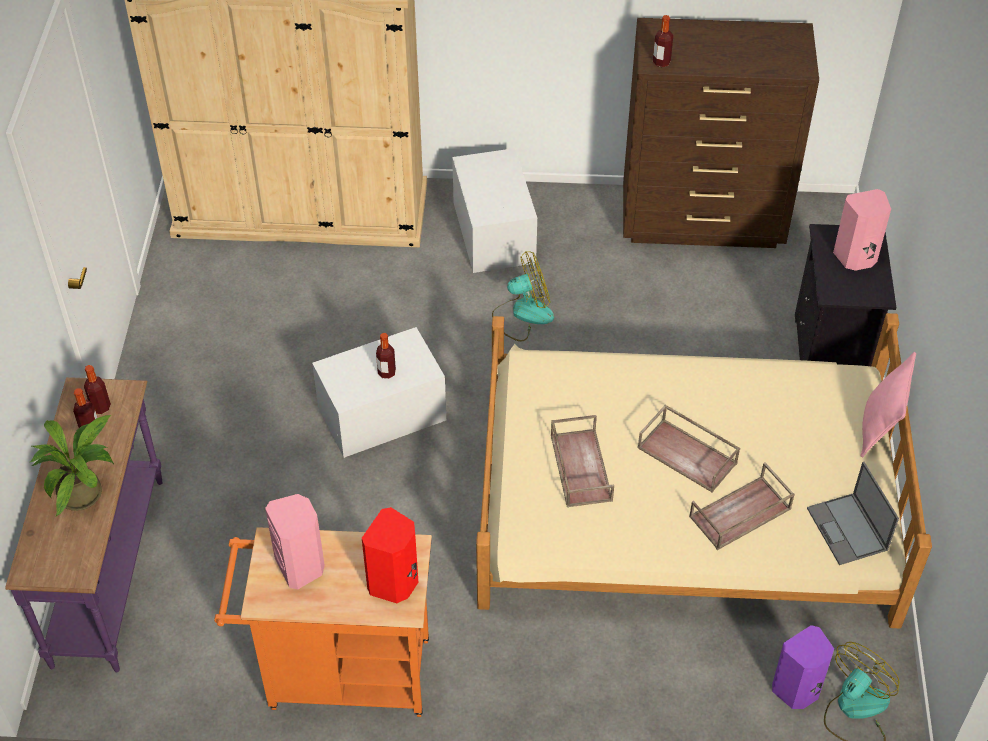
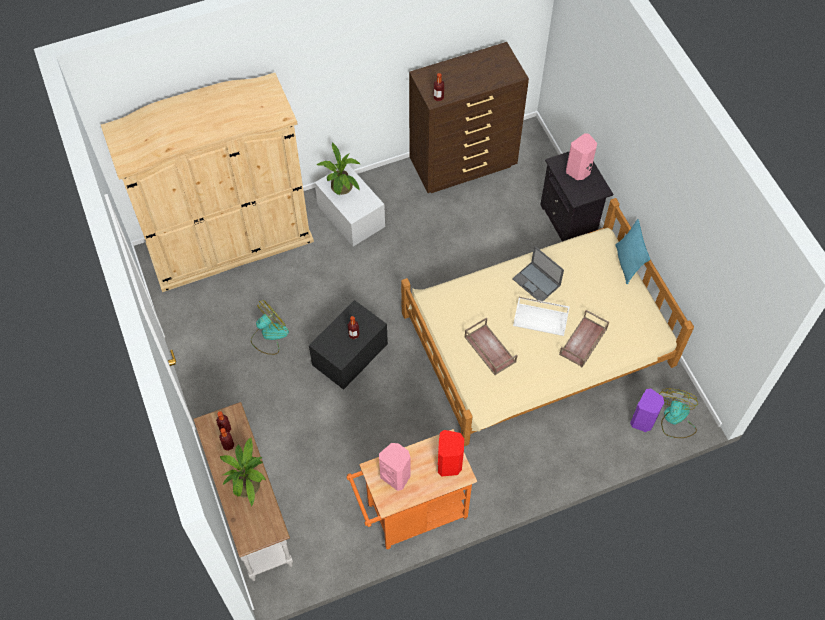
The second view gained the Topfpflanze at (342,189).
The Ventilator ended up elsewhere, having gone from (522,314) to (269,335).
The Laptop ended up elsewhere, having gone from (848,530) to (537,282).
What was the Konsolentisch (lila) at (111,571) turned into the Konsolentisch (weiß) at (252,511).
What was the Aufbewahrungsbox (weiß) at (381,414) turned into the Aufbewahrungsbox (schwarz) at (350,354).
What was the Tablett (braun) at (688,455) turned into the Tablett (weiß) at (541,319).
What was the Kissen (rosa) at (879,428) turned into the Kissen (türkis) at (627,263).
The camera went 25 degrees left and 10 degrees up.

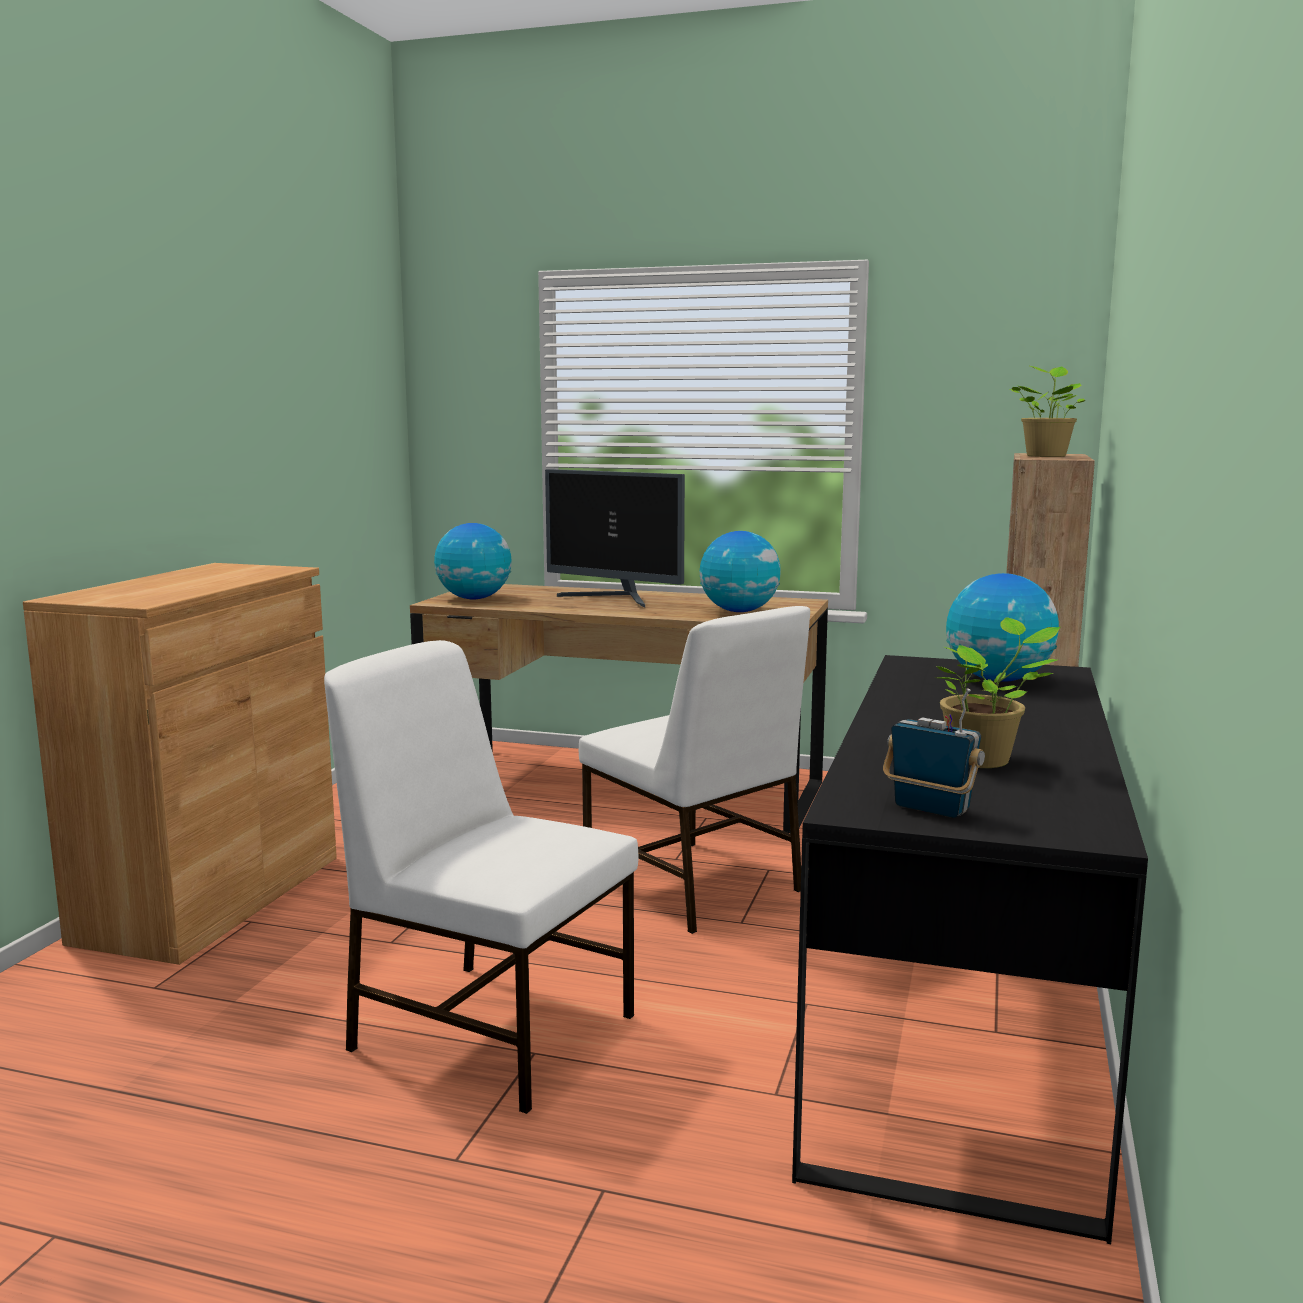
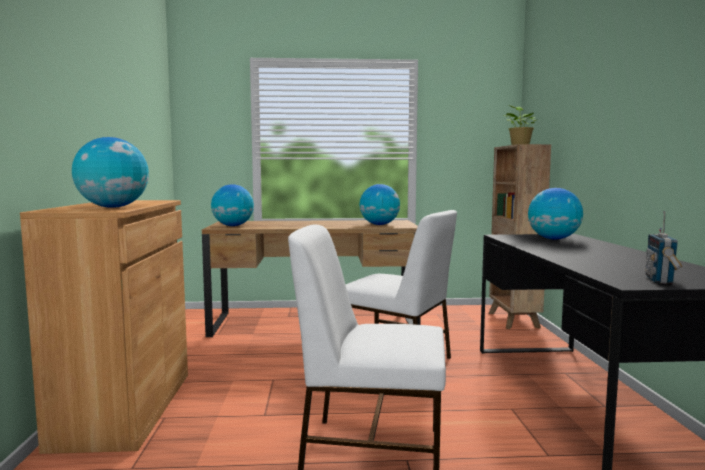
The second view lost the Monitor at (616,599).
The second view lost the Topfpflanze at (984,760).
The second view gained the Globus at (113,207).
The Radio at (931,809) ended up facing another way, 90 degrees counterclockwise from before.
The camera went 20 degrees left and 5 degrees down.

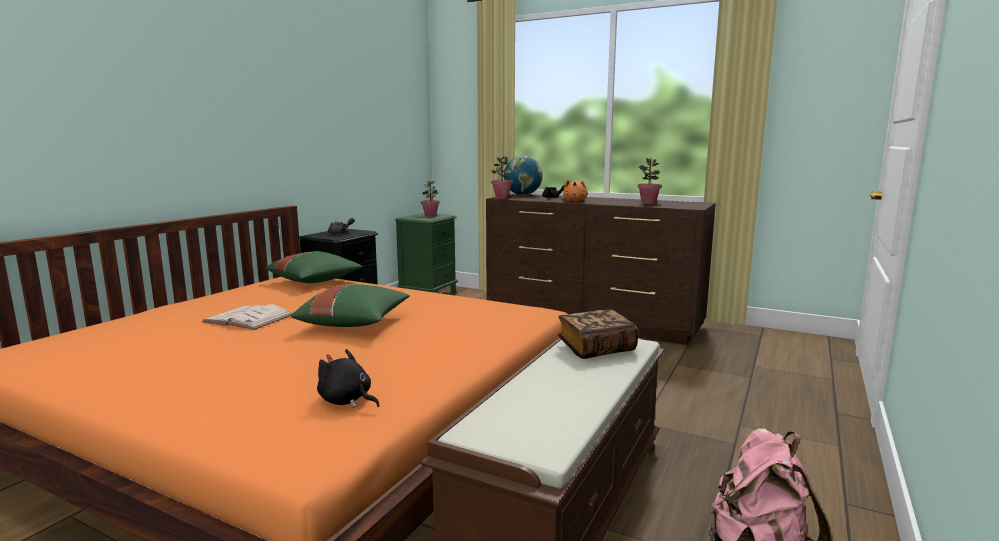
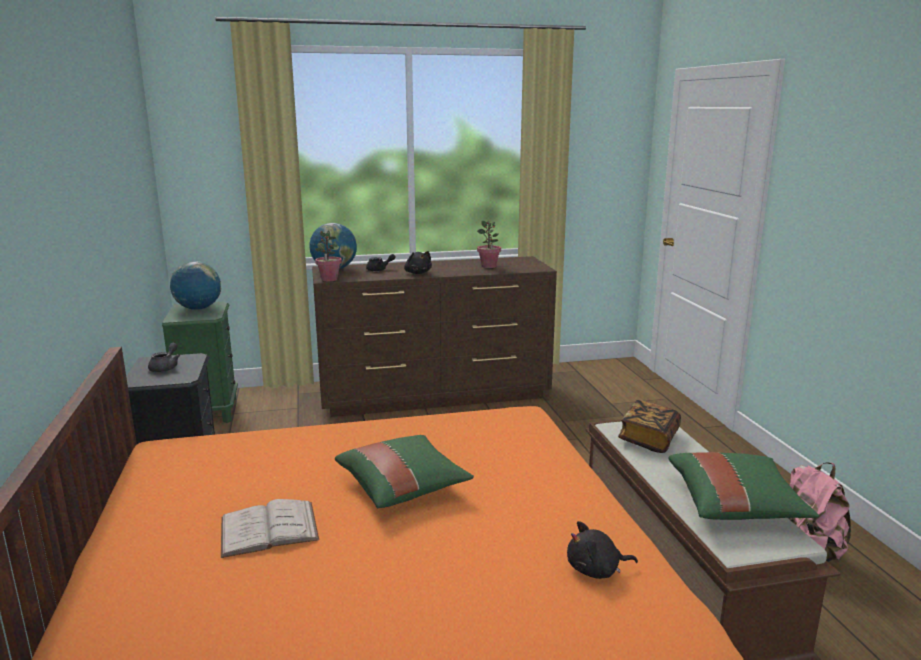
The Kissen (grün) ended up elsewhere, having gone from (315,281) to (735,505).
Where the Topfpflanze stood at (430,215), the Globus came to stand at (198,309).
What was the Plüschtier (orange) at (575,201) turned into the Plüschtier (schwarz) at (417,273).
The camera went 40 degrees left and 5 degrees up.

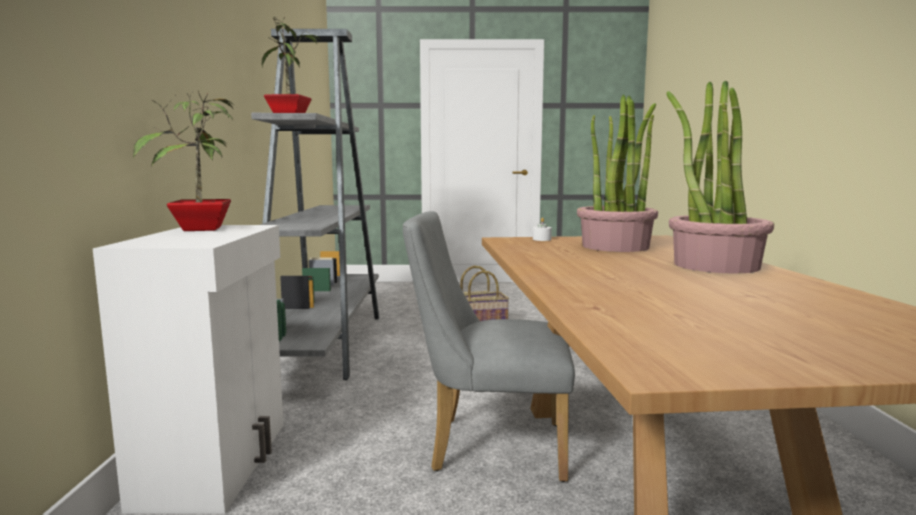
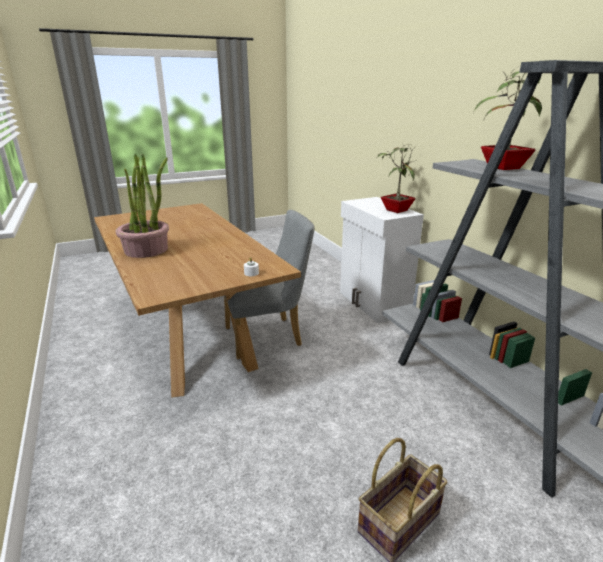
The second view lost the Topfpflanze at (615,246).
The camera went 155 degrees right and 15 degrees up.

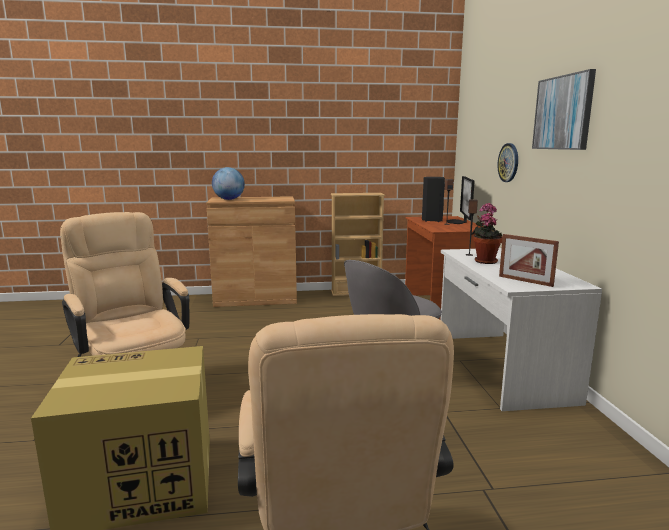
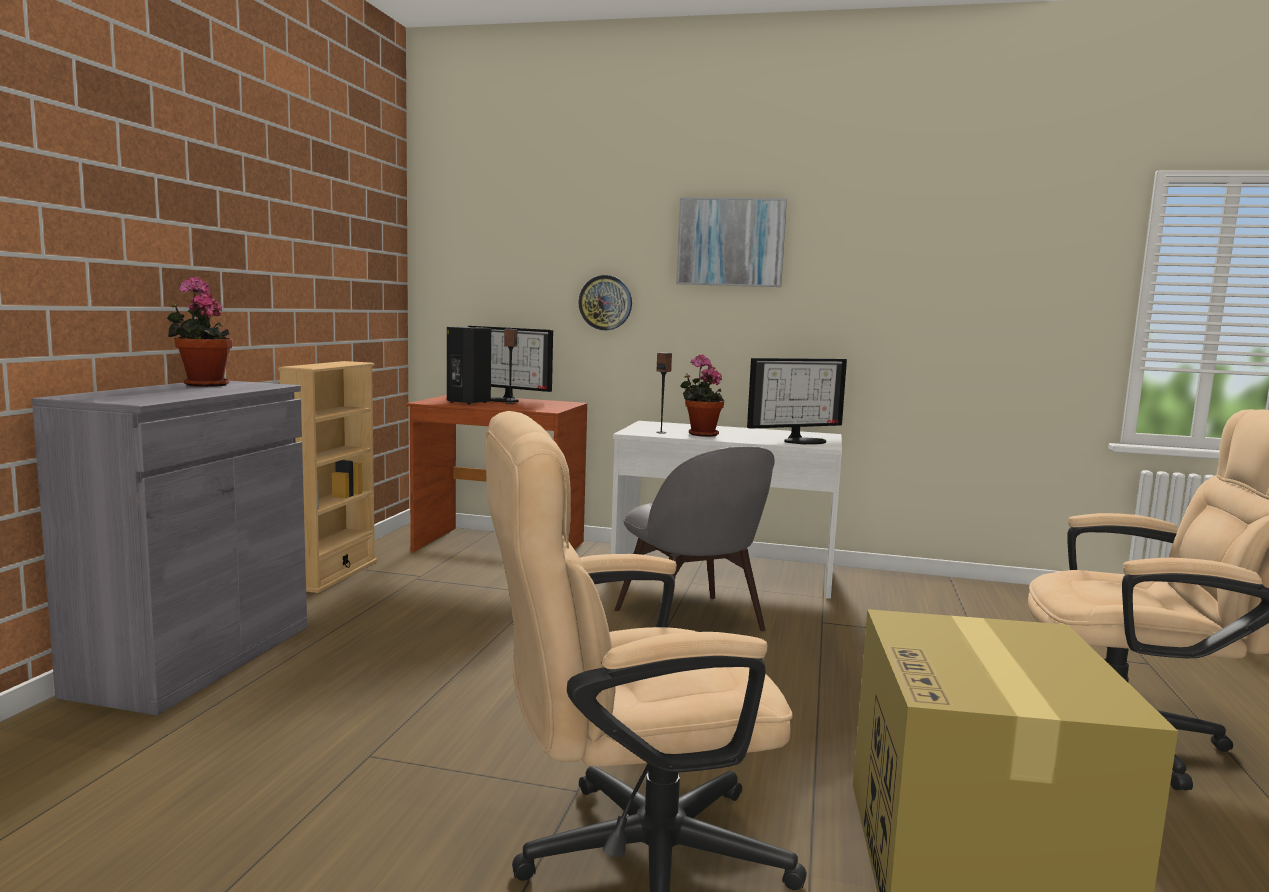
The second view lost the Globus at (229,199).
The second view gained the Topfpflanze at (202,384).
Where the Bilderrahmen stood at (525,281), the Monitor came to stand at (802,440).
What was the Schrank (braun) at (256,299) turned into the Schrank (grau) at (194,659).
The camera went 70 degrees left and 5 degrees down.

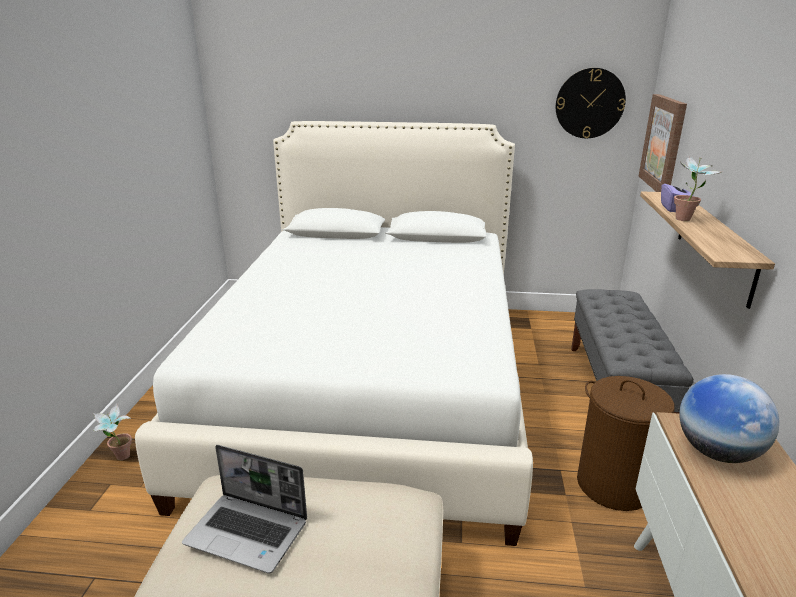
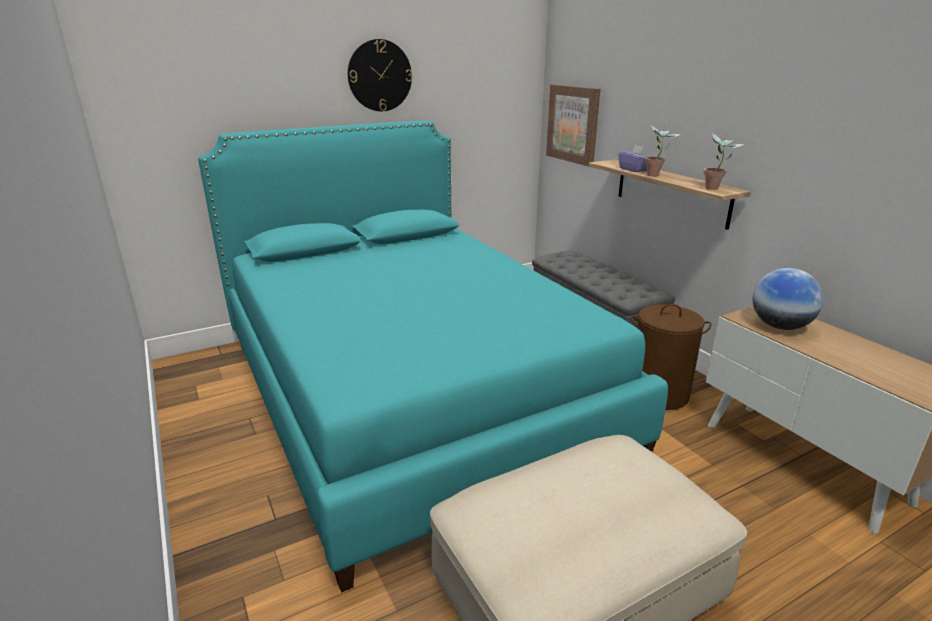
The second view lost the Laptop at (248,533).
The Topfpflanze ended up elsewhere, having gone from (120,459) to (715,189).
The Wanduhr ended up elsewhere, having gone from (589,103) to (379,75).
What was the Bett (weiß) at (372,386) turned into the Bett (türkis) at (412,393).
The camera went 35 degrees left and 0 degrees up.

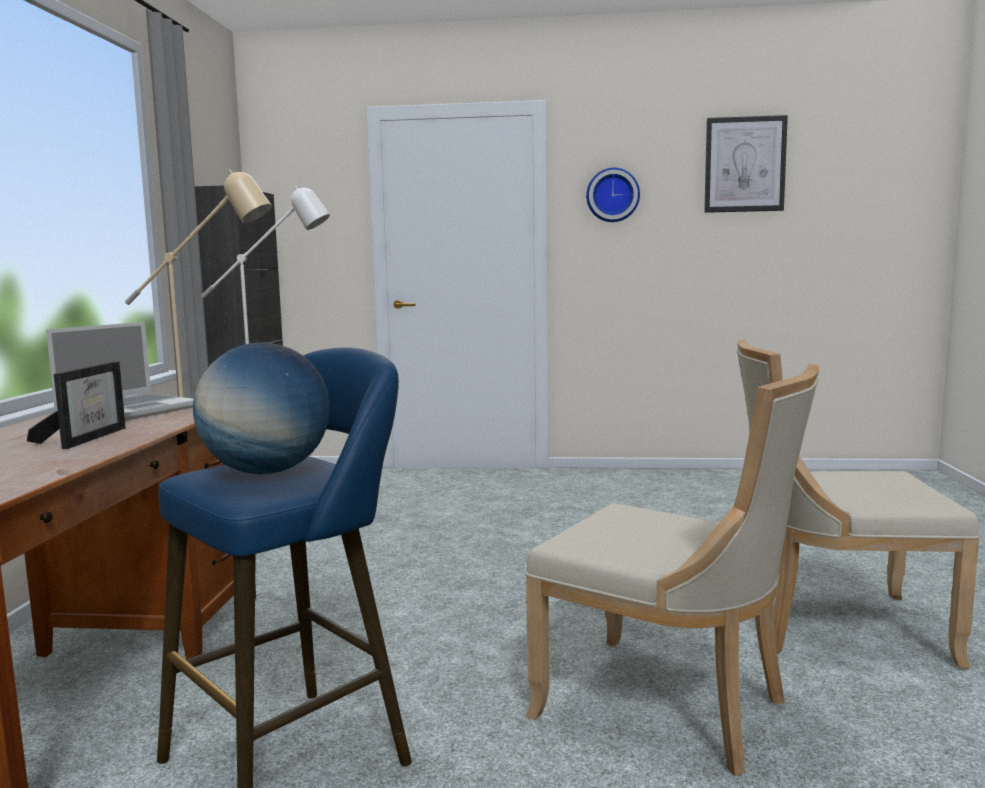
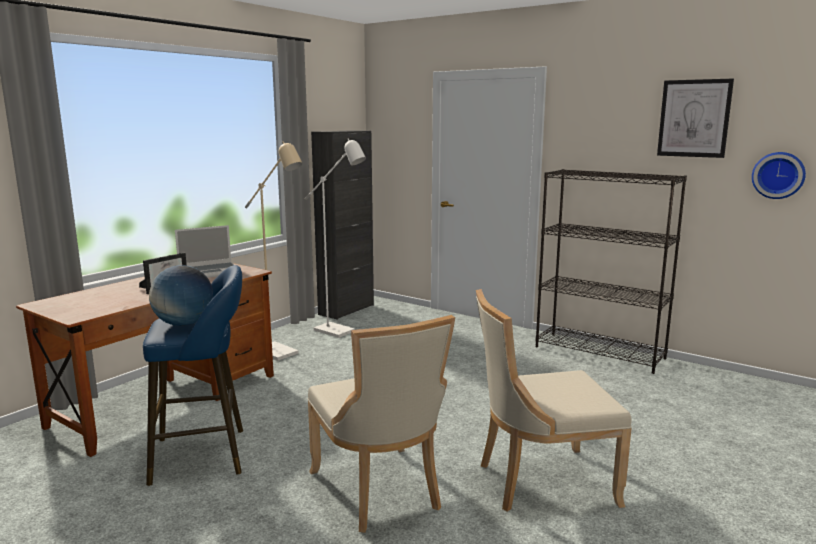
The second view gained the Bücherregal (schwarz) at (600,352).
The Wanduhr ended up elsewhere, having gone from (612,195) to (778,175).
The Stuhl (beige) at (833,627) ended up facing another way, 45 degrees counterclockwise from before.
The camera went 30 degrees right and 5 degrees up.

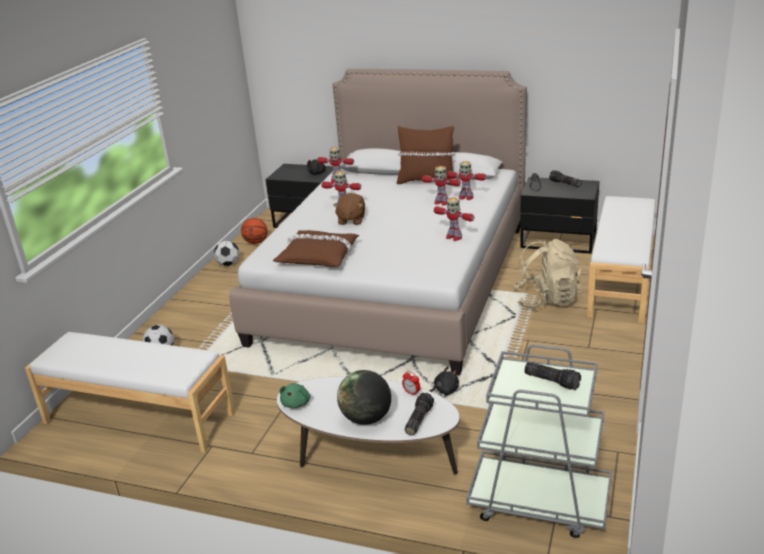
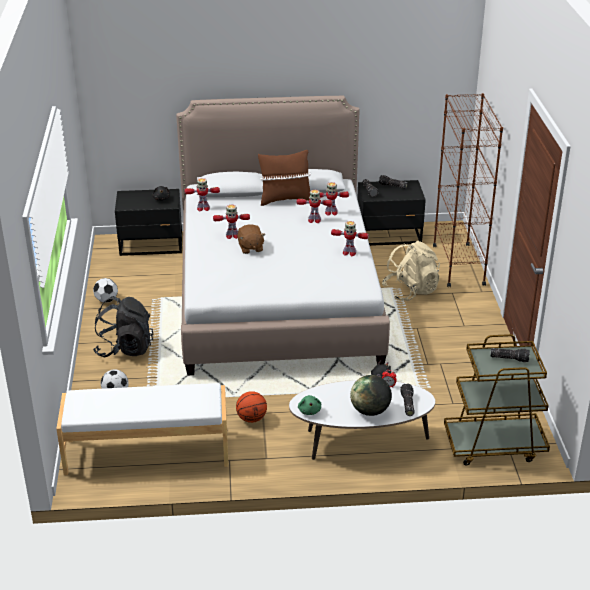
The second view lost the Kissen (braun) at (318,256).
The second view gained the Rucksack (schwarz) at (124,348).
The Basketball ended up elsewhere, having gone from (256,242) to (251,418).
Where the Bank (weiß) stood at (622,281), the Bücherregal (braun) came to stand at (458,265).
What was the Rollwagen (grau) at (538,502) turned into the Rollwagen (braun) at (493,445).
The camera went 25 degrees left and 5 degrees up.

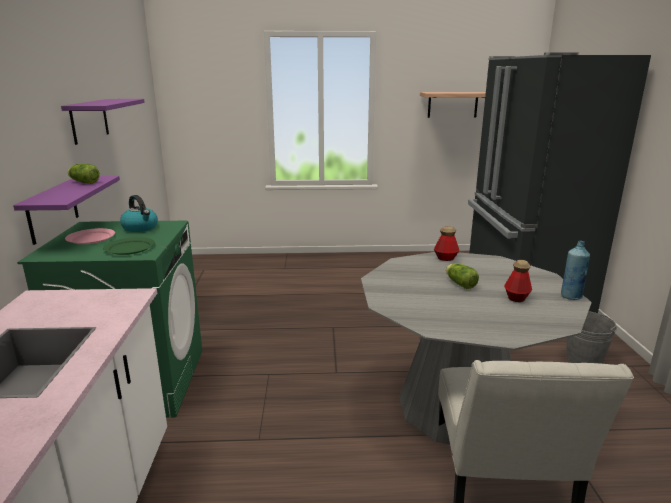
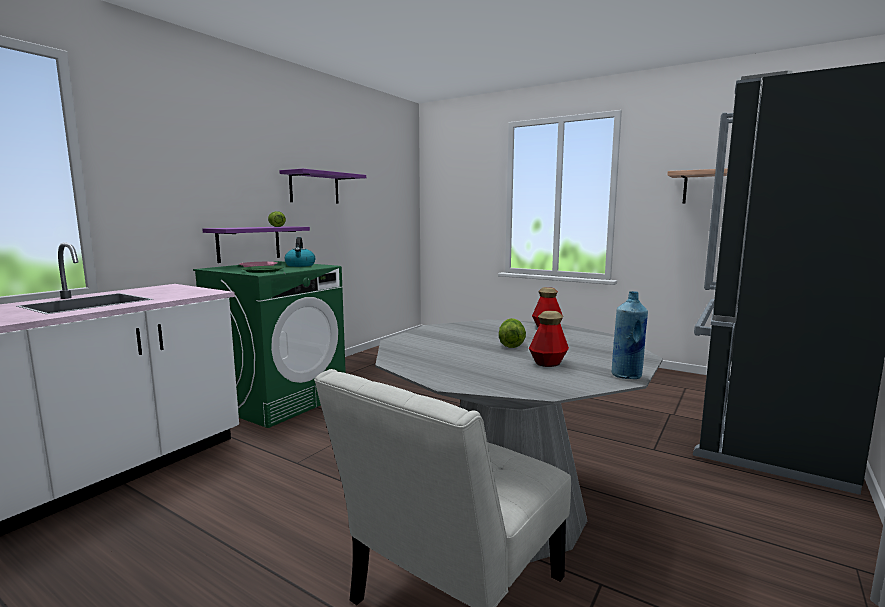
The second view lost the Eimer (grau) at (584,359).
The camera went 35 degrees right and 10 degrees down.

